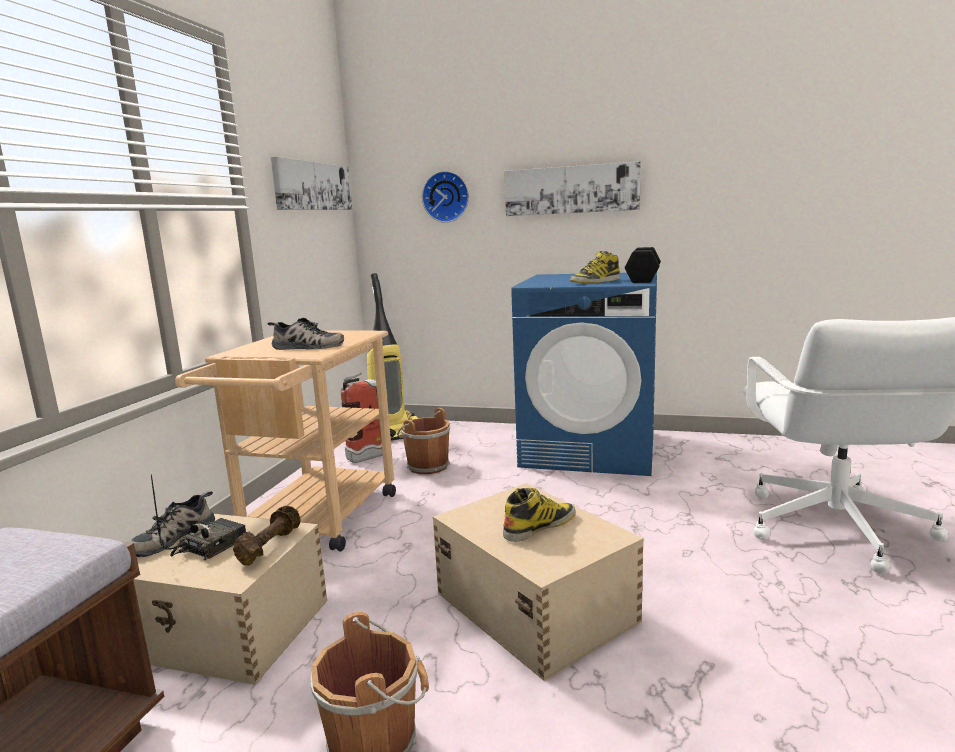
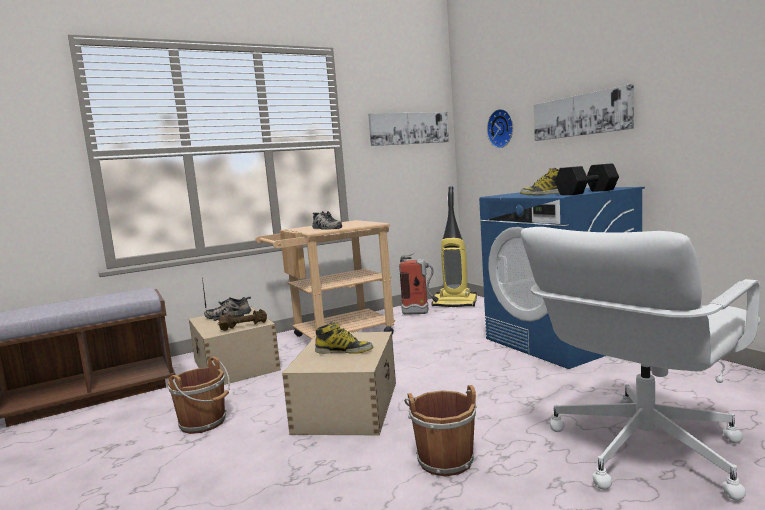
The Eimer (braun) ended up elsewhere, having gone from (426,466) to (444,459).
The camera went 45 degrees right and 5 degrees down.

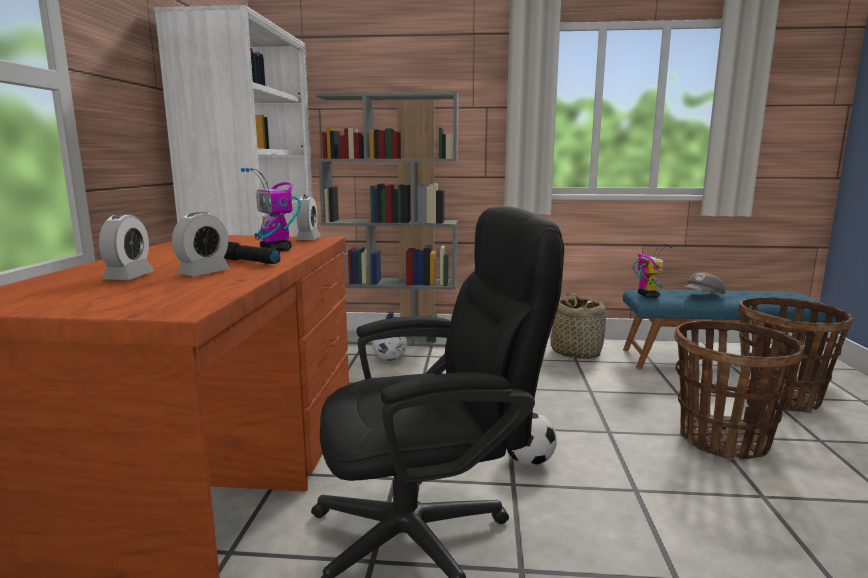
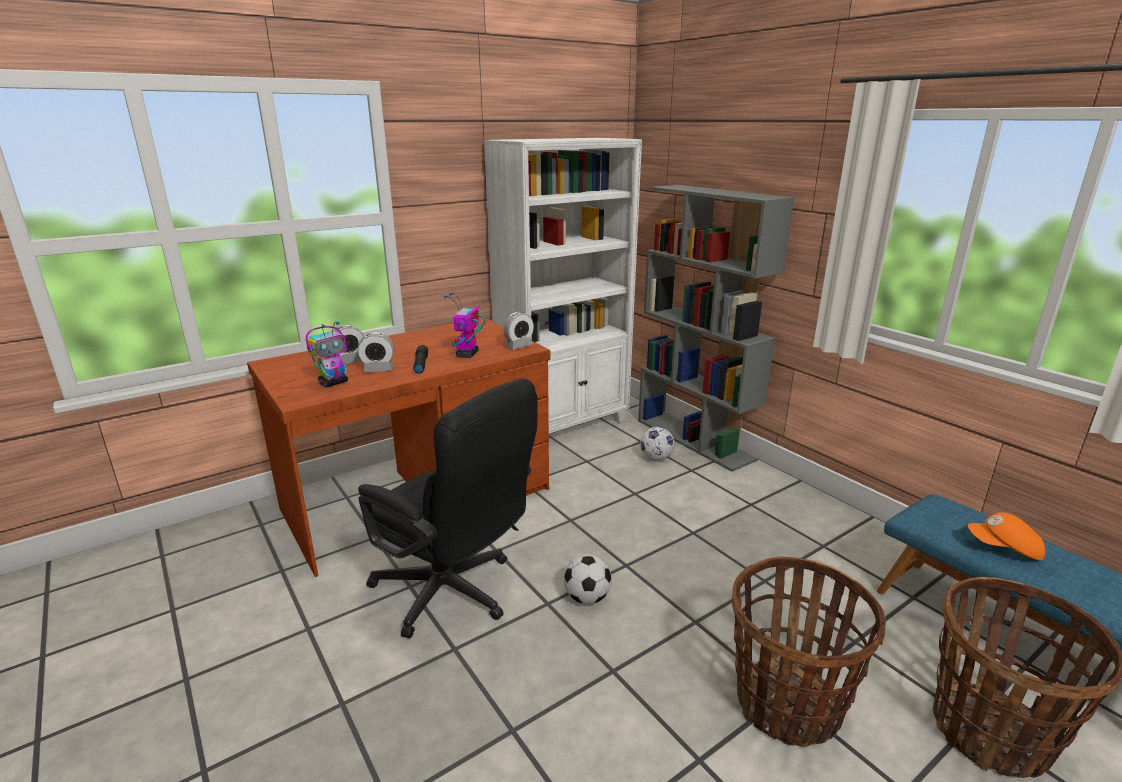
The second view lost the Korb at (576,352).
The Spielzeugroboter ended up elsewhere, having gone from (648,295) to (334,383).
What was the Kappe (grau) at (703,296) turned into the Kappe (orange) at (1004,549).
The camera went 50 degrees right and 10 degrees up.

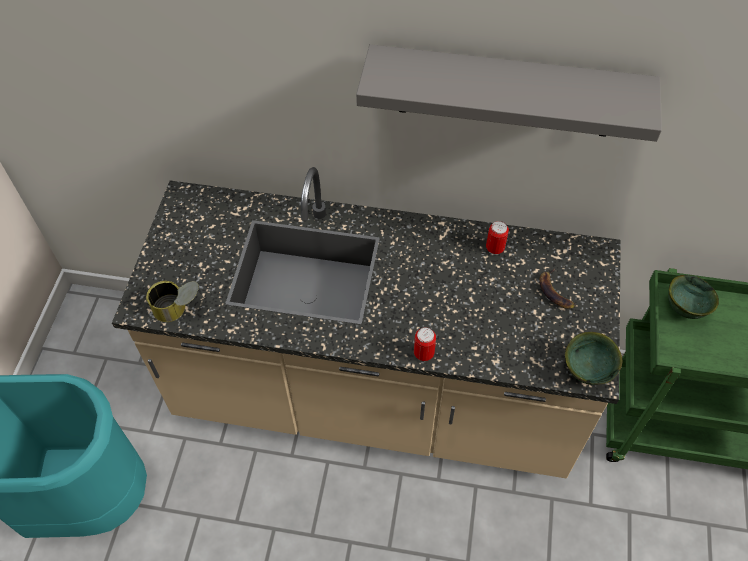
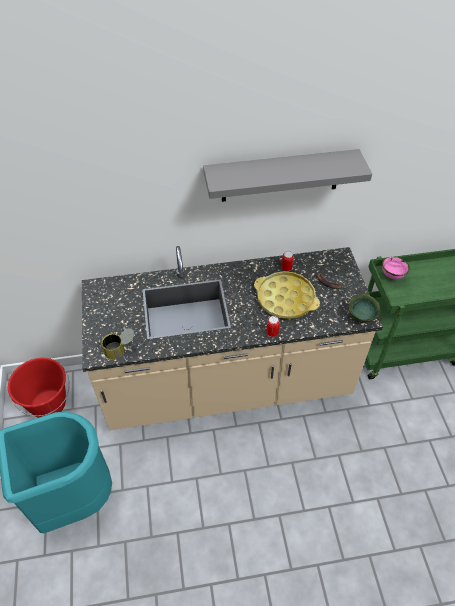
The second view gained the Eimer (rot) at (48,404).
The second view gained the Tablett (gelb) at (285,298).
What was the Schüssel (grün) at (684,308) turned into the Schüssel (rosa) at (391,275).
The camera went 20 degrees left and 5 degrees down.

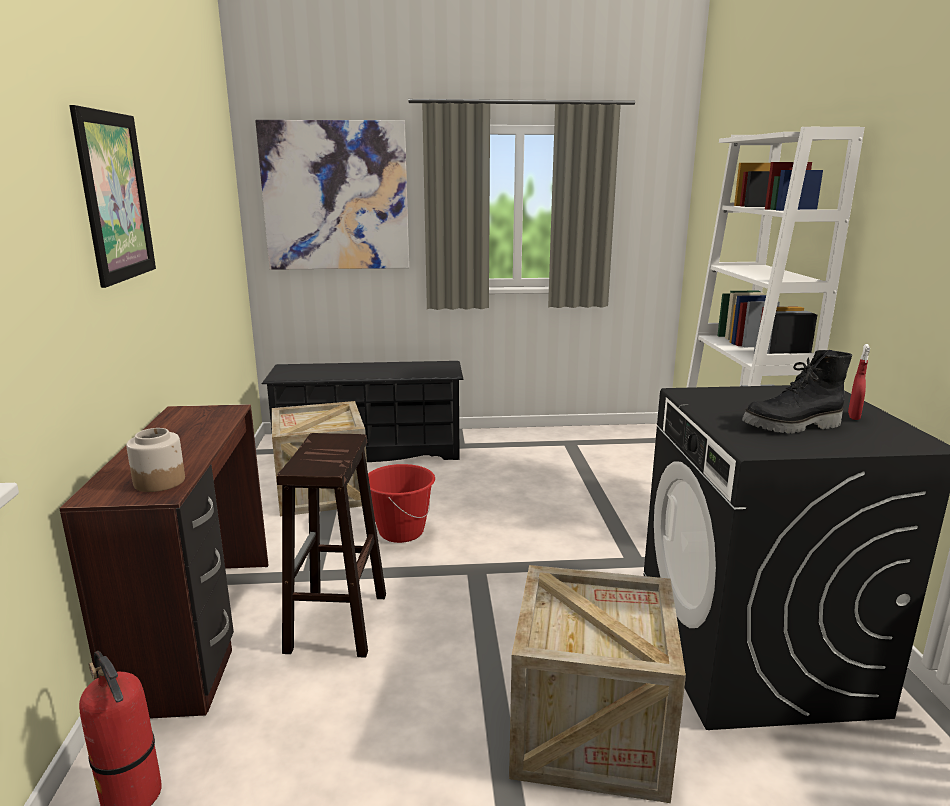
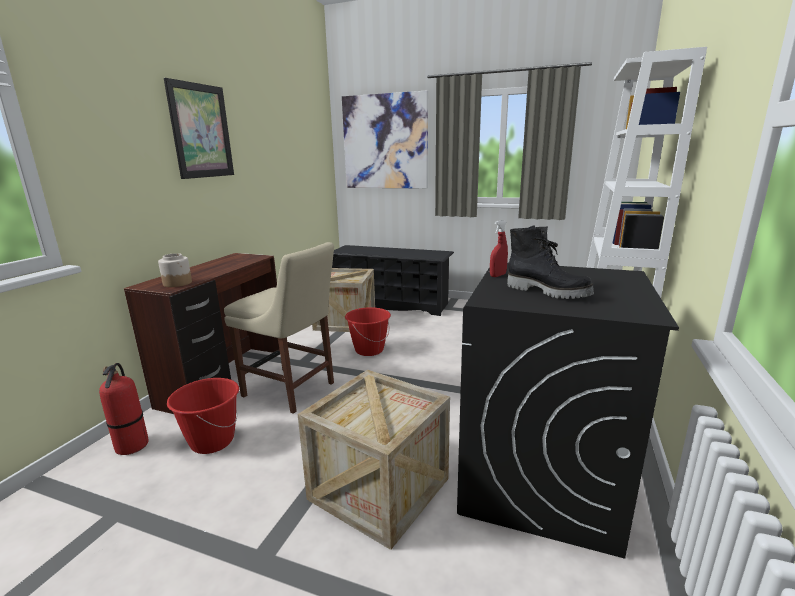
The second view gained the Eimer (rot) at (212,441).
The Sprühflasche (rot) ended up elsewhere, having gone from (853,416) to (498,275).
Where the Hocker (braun) stood at (337,624), the Stuhl (beige) came to stand at (292,390).
The Stiefel (schwarz) at (792,426) ended up facing another way, 150 degrees counterclockwise from before.
The camera went 25 degrees right and 0 degrees up.

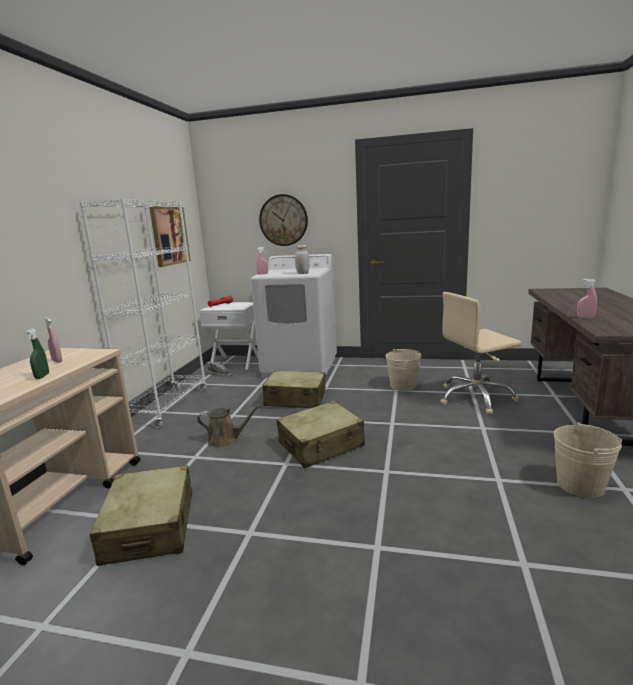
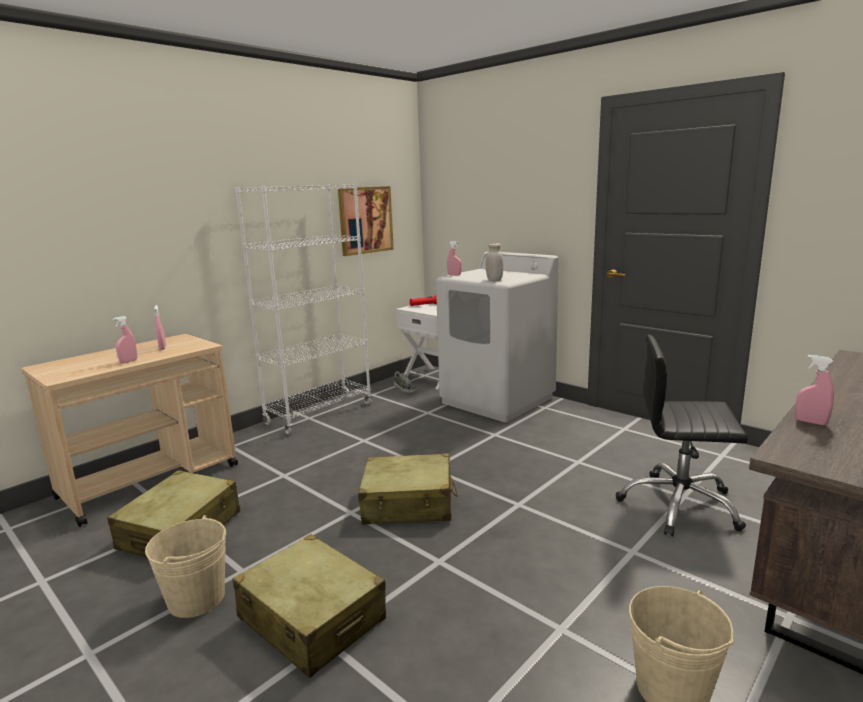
The second view lost the Gießkanne (braun) at (226,440).
The second view lost the Wanduhr at (283,220).
The Koffer (beige) ended up elsewhere, having gone from (295,399) to (312,619).
The Eimer (beige) ended up elsewhere, having gone from (403,385) to (196,598).
What was the Sprühflasche (grün) at (42,376) turned into the Sprühflasche (rosa) at (128,361).
What was the Bürostuhl (beige) at (475,398) turned into the Bürostuhl (schwarz) at (679,505).
The camera went 30 degrees right and 0 degrees up.

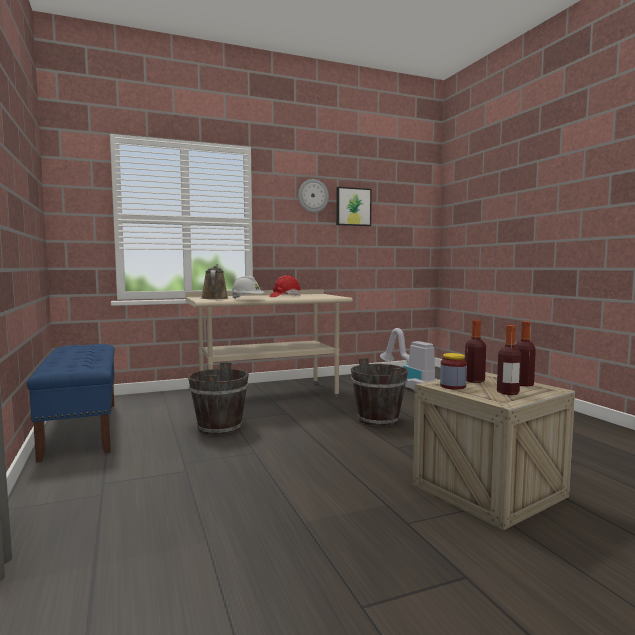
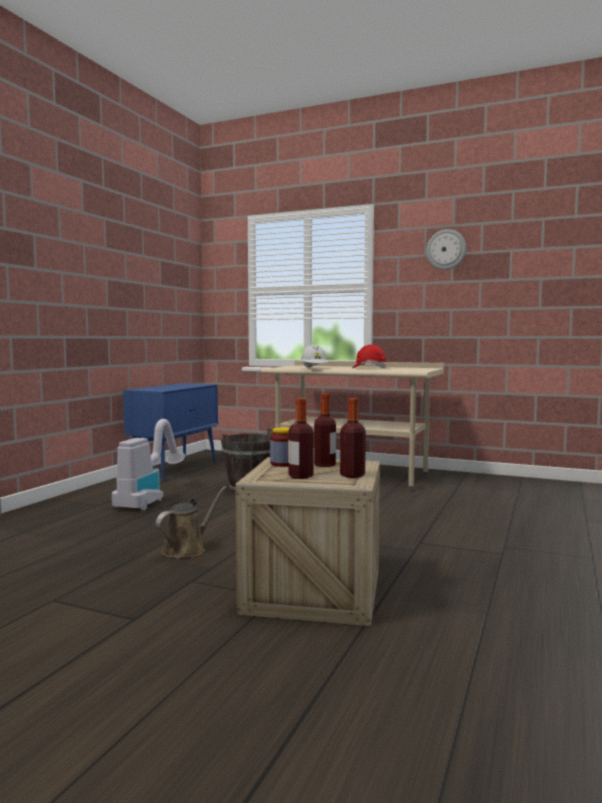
The second view lost the Bild at (353,207).
The second view lost the Eimer (braun) at (378,420).
The Gießkanne (braun) ended up elsewhere, having gone from (214,298) to (187,549).
The Staubsauger ended up elsewhere, having gone from (409,386) to (149,499).
Where the Bank (blau) stood at (81,429), the Schrank (blau) came to stand at (175,469).
The camera went 45 degrees right and 0 degrees up.

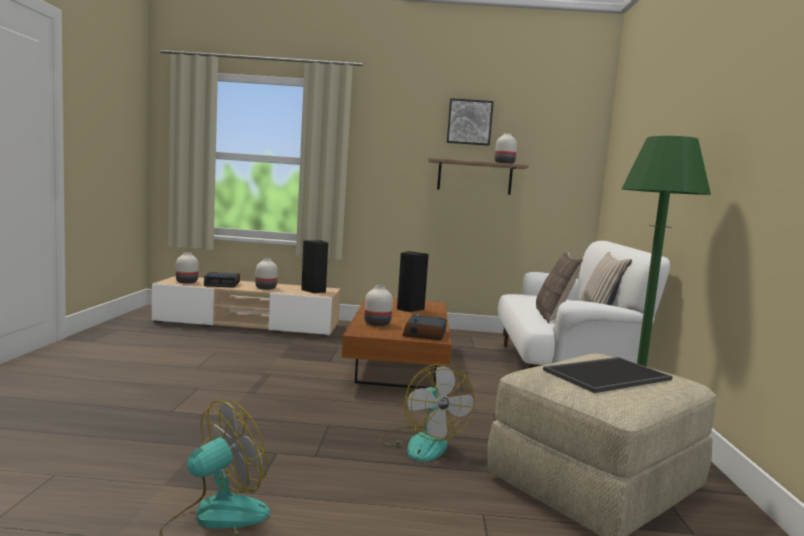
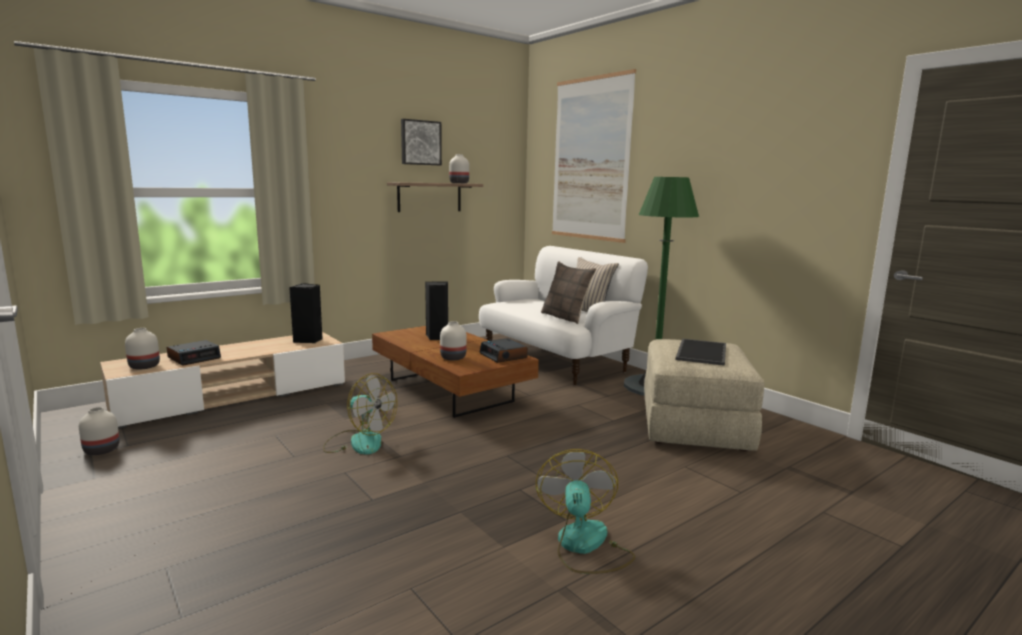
The second view gained the Bild at (590,159).
The Vase (weiß) ended up elsewhere, having gone from (266,288) to (102,450).
The Ventilator ended up elsewhere, having gone from (422,443) to (359,442).
The camera went 40 degrees left and 5 degrees up.

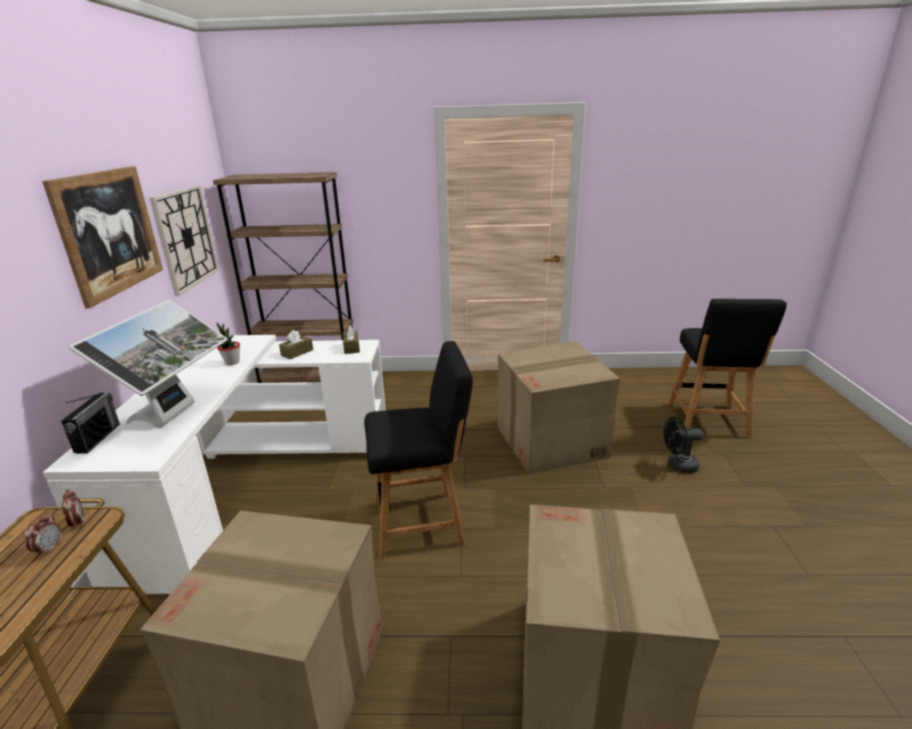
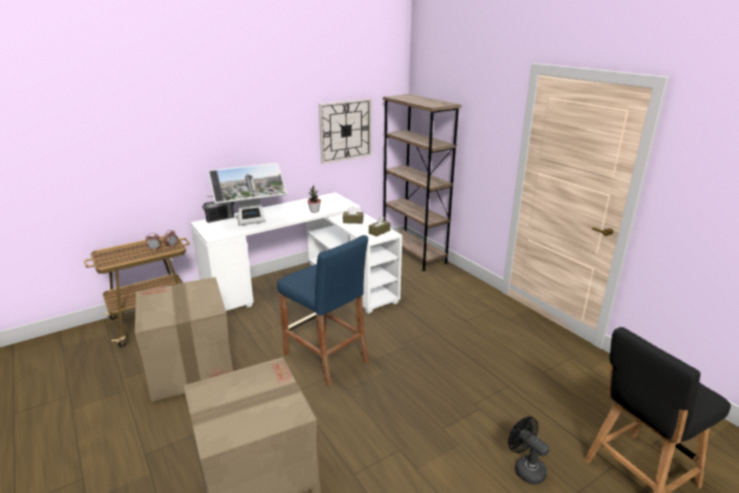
The second view lost the Bild at (109,232).
The second view lost the Karton at (552,441).
Where the Stuhl (schwarz) stood at (423,522), the Hocker (blau) came to stand at (325,358).
The camera went 55 degrees right and 0 degrees up.

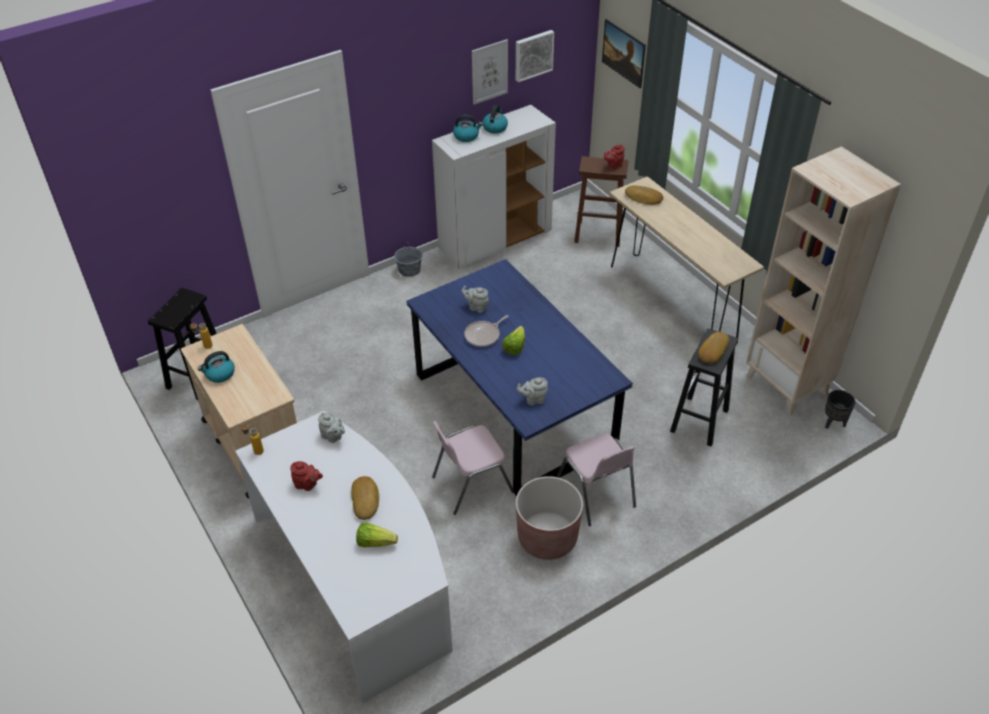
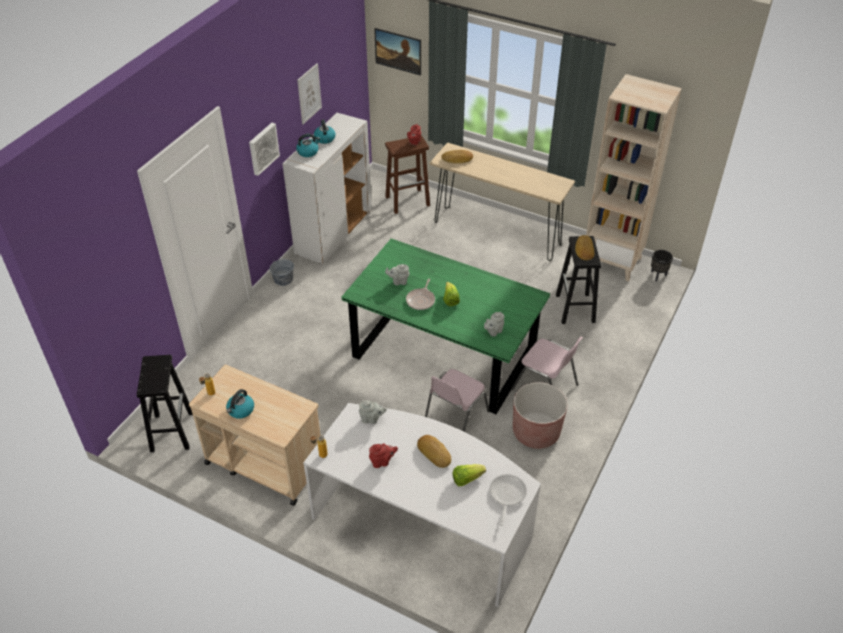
The second view gained the Pfanne at (506,495).
The Bild ended up elsewhere, having gone from (533,55) to (262,148).
What was the Esstisch (blau) at (515,409) turned into the Esstisch (grün) at (445,352).
The camera went 30 degrees left and 0 degrees up.

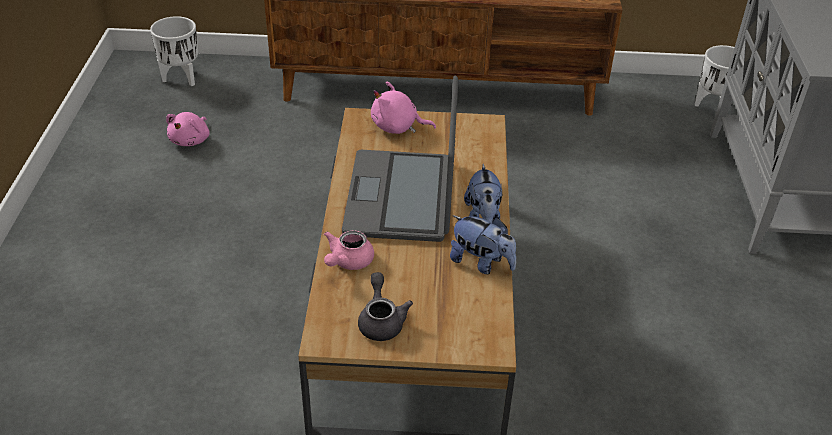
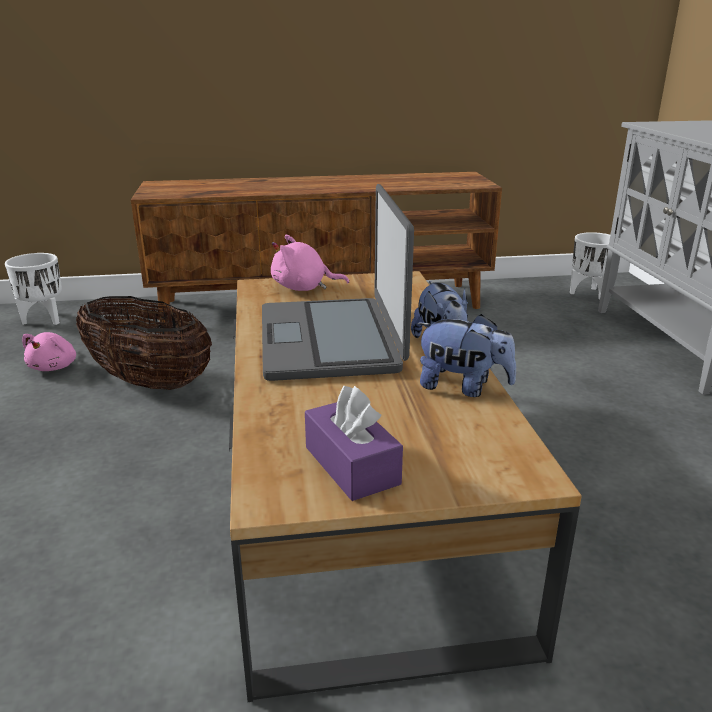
The second view lost the Teekanne (rosa) at (347,262).
The second view gained the Korb at (149,382).
Where the Teekanne (grau) stood at (381,321), the Taschentuchbox (lila) came to stand at (351,465).
The camera went 10 degrees left and 15 degrees down.

